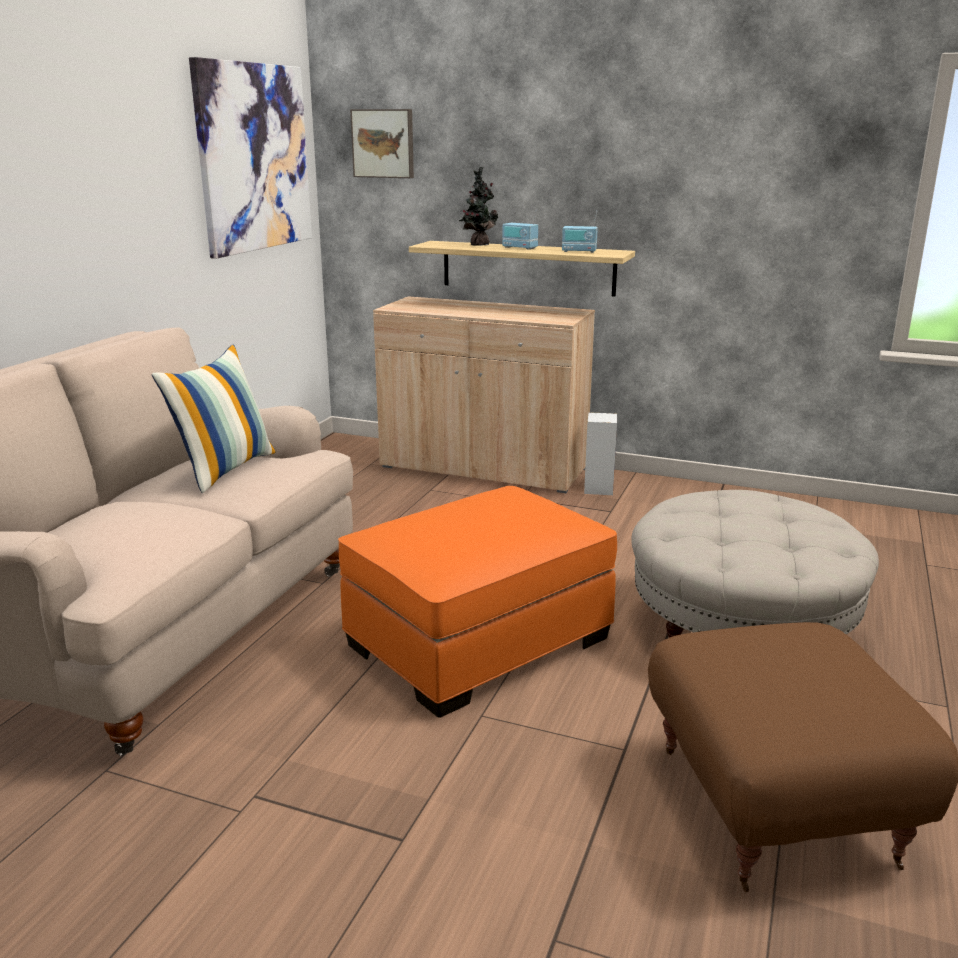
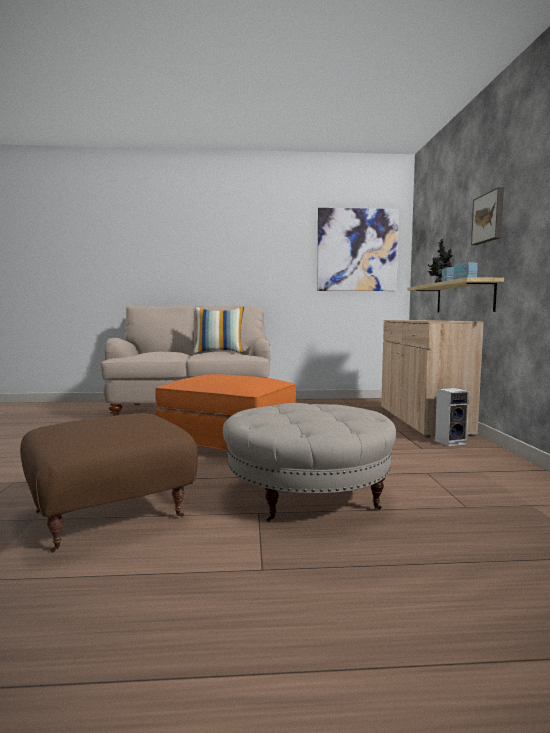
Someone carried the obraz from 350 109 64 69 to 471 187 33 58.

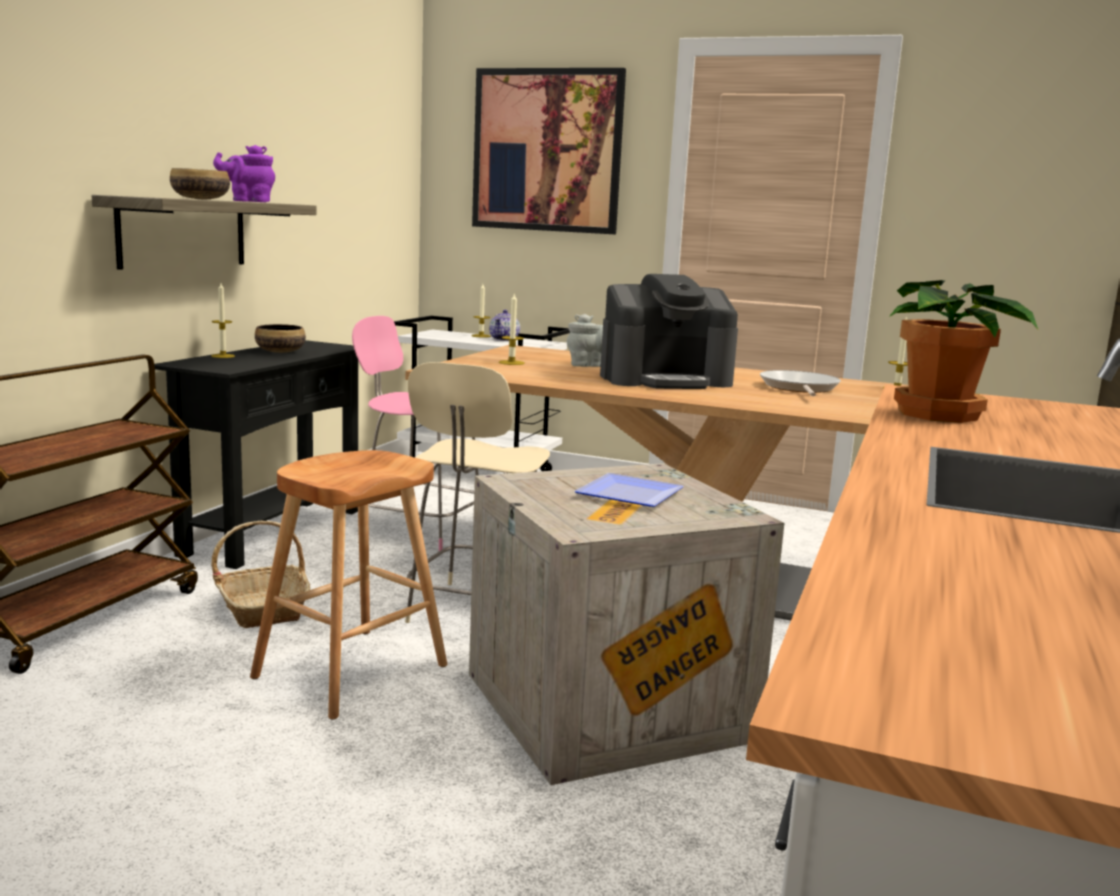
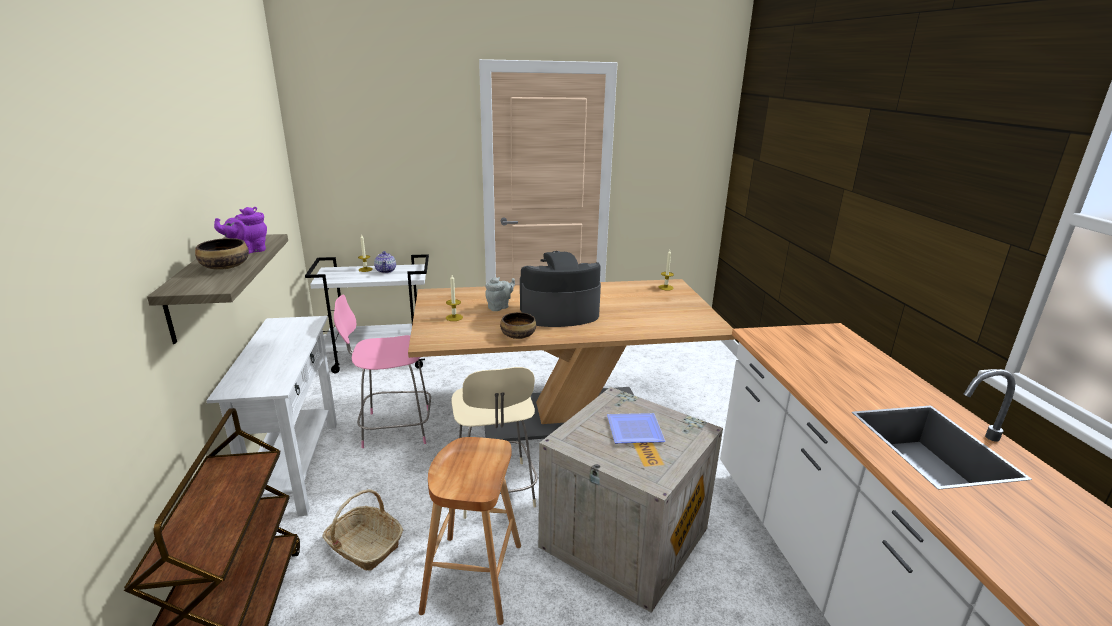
Someone took away the świeca at 211 283 24 75.
Someone took away the obraz at 472 68 154 166.
Someone took away the patelnia at 760 370 81 26.
Someone took away the roślina doniczkowa at 889 280 150 143.
Someone carried the miska from 255 324 51 29 to 500 312 36 27.
Someone repainted the stolik konsolowy (czarny) at 154 340 204 229, which became the stolik konsolowy (biały) at 206 316 131 200.
Someone rotated the ekspres do kawy at 600 274 138 115 by 150 degrees counterclockwise.

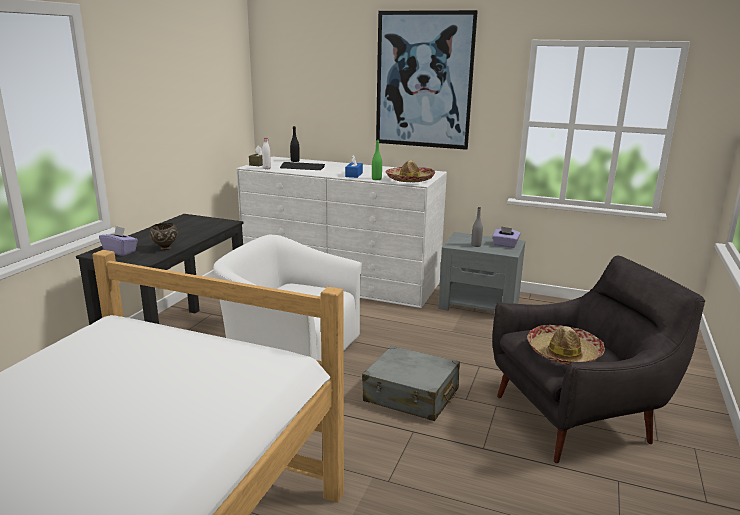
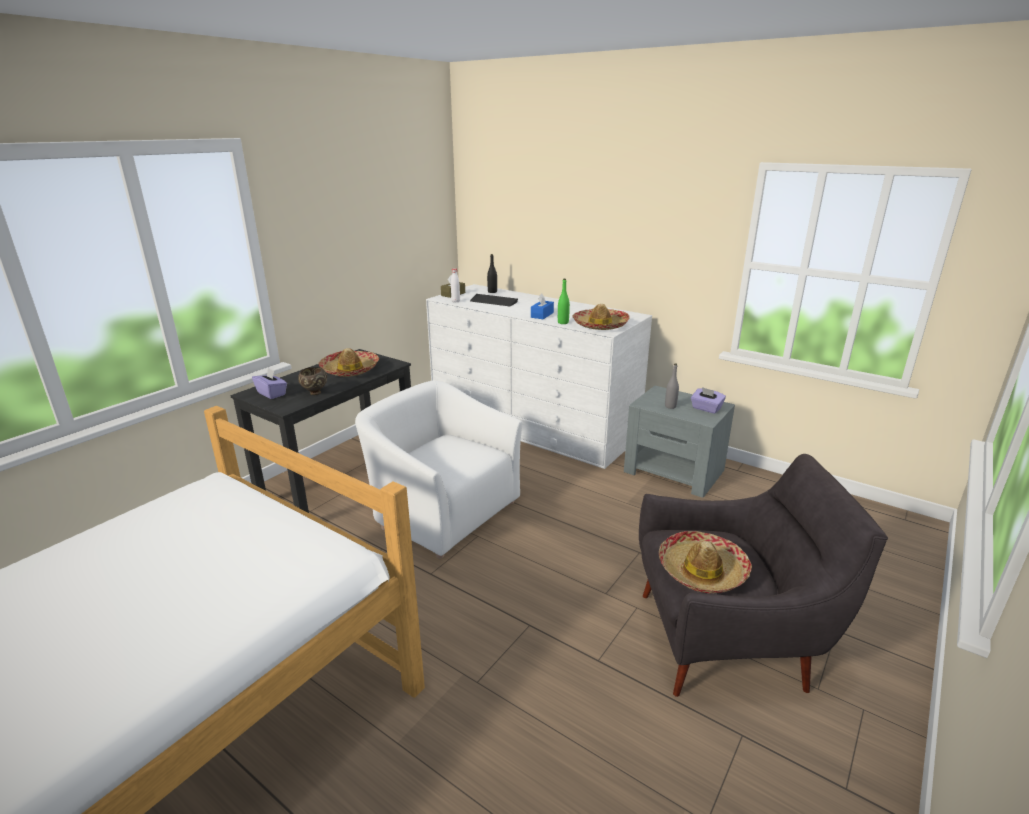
Someone took away the walizka (szary) at 362 346 98 75.
Someone took away the obraz at 376 10 102 140.
Someone put down the kapelusz at 319 348 60 29.

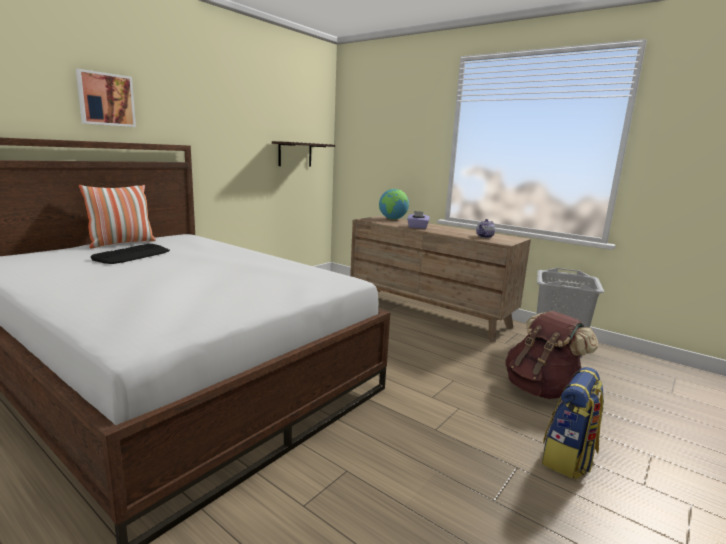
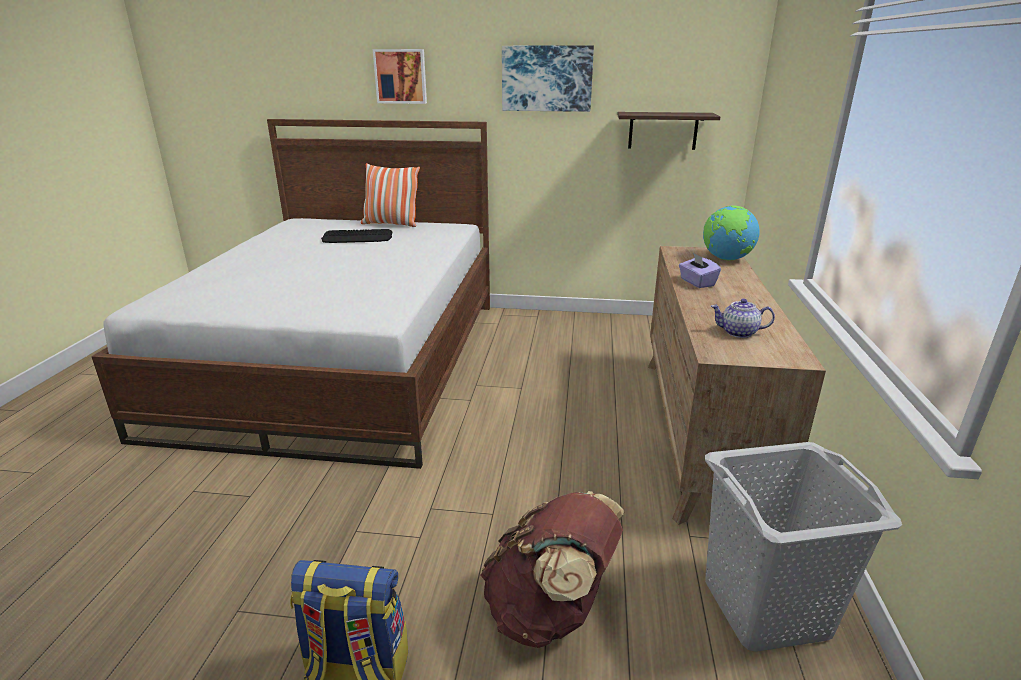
Someone put up the obraz at 502 45 92 67.

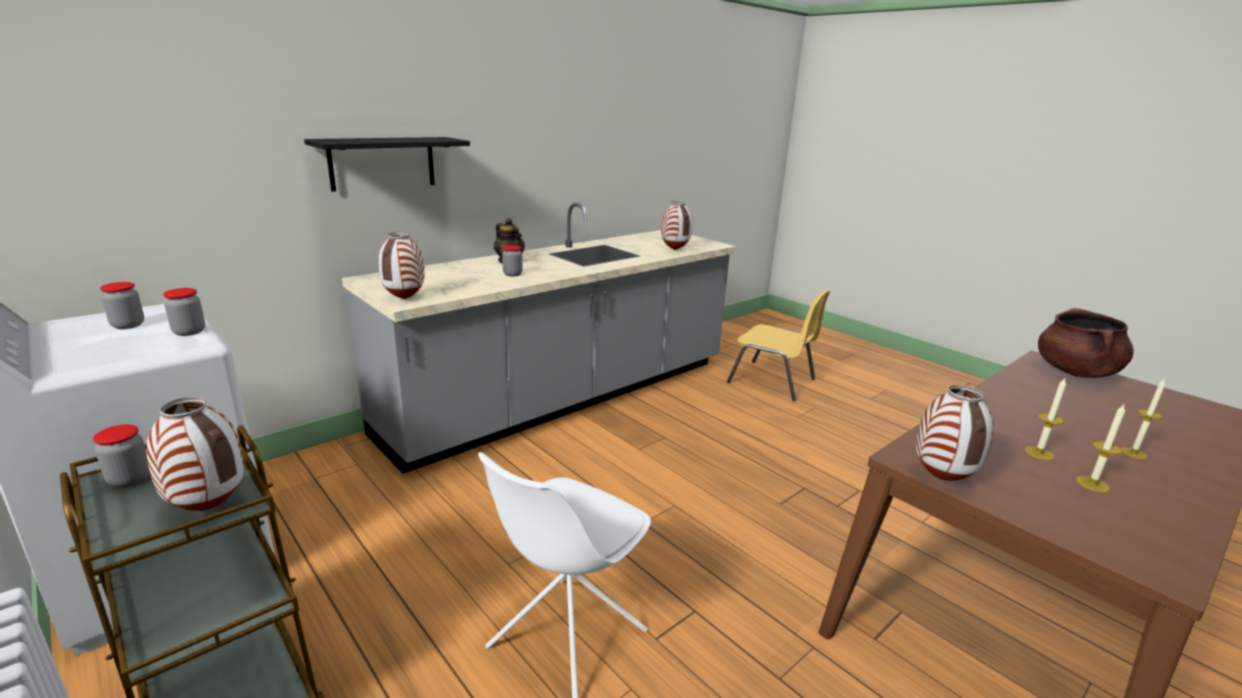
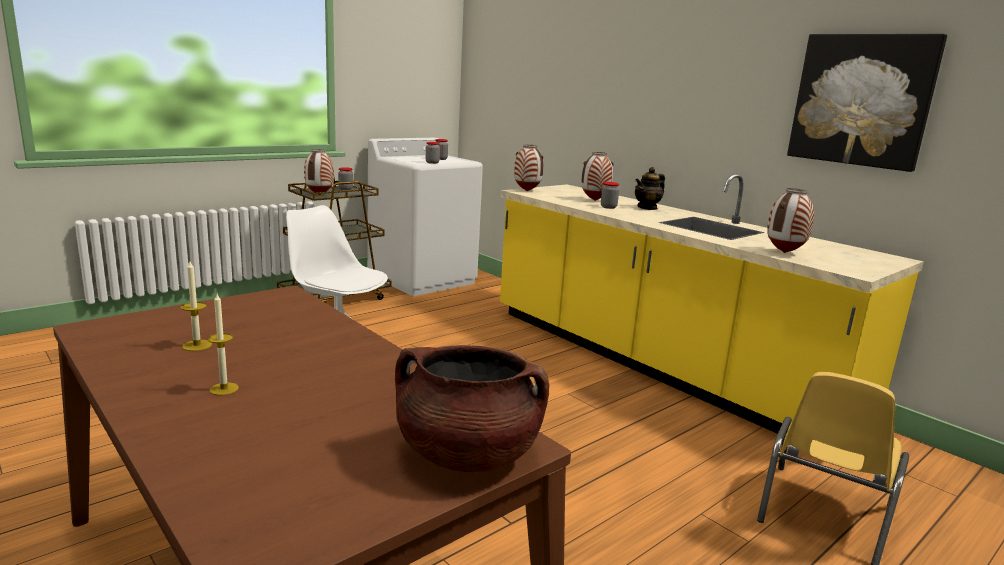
Someone took away the półka (czarny) at 304 137 166 55.
Someone took away the świeca at 1024 378 42 82.
Someone put up the obraz at 787 34 160 138.
Someone carried the wazon from 916 385 78 96 to 581 152 33 49.
Someone repainted the zabudowa kuchenna (szary) at 342 203 394 271, which became the zabudowa kuchenna (żółty) at 500 174 424 260.

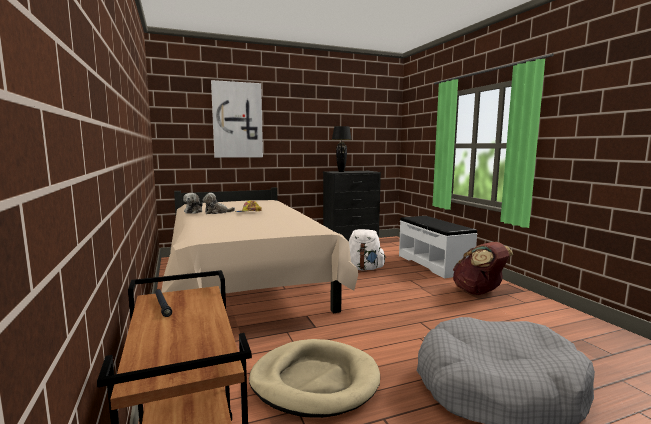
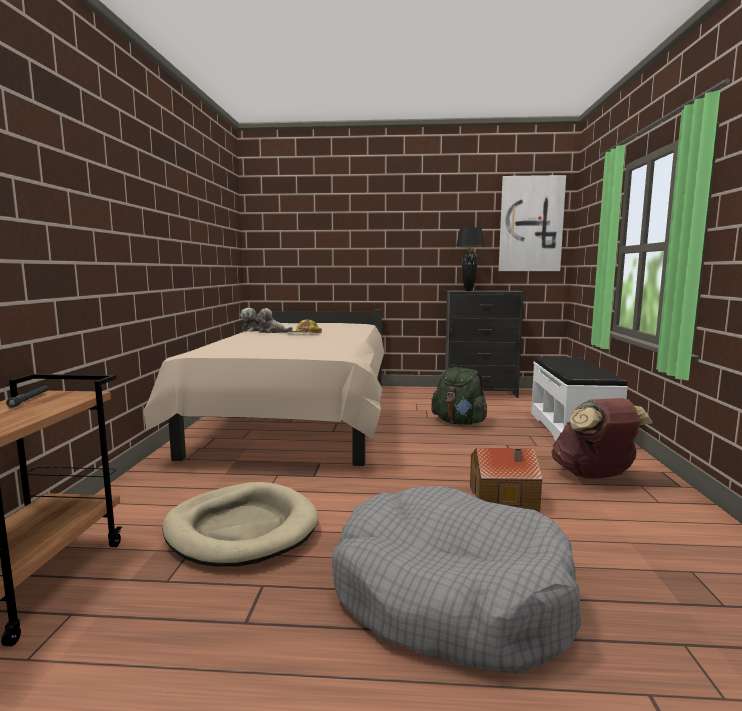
Someone put down the domek at 470 448 73 65.
Someone carried the obraz from 211 80 52 78 to 499 175 67 96.
Someone repainted the plecak (biały) at 349 229 37 41, which became the plecak (zielony) at 431 367 56 58.

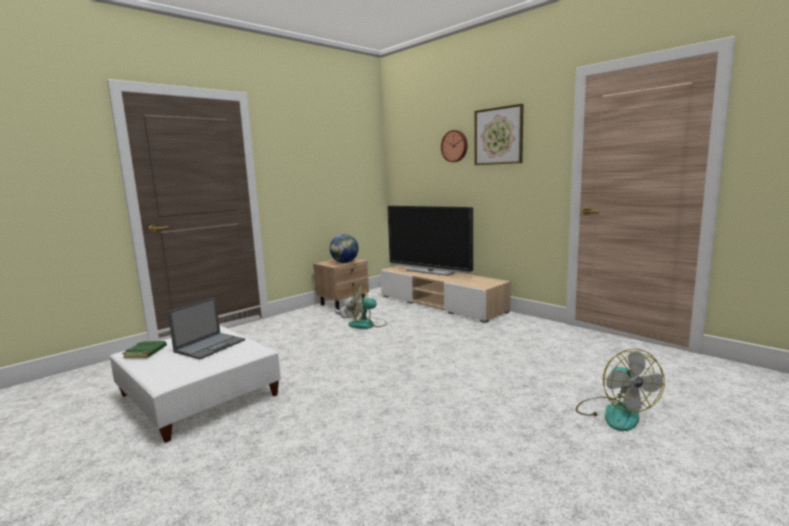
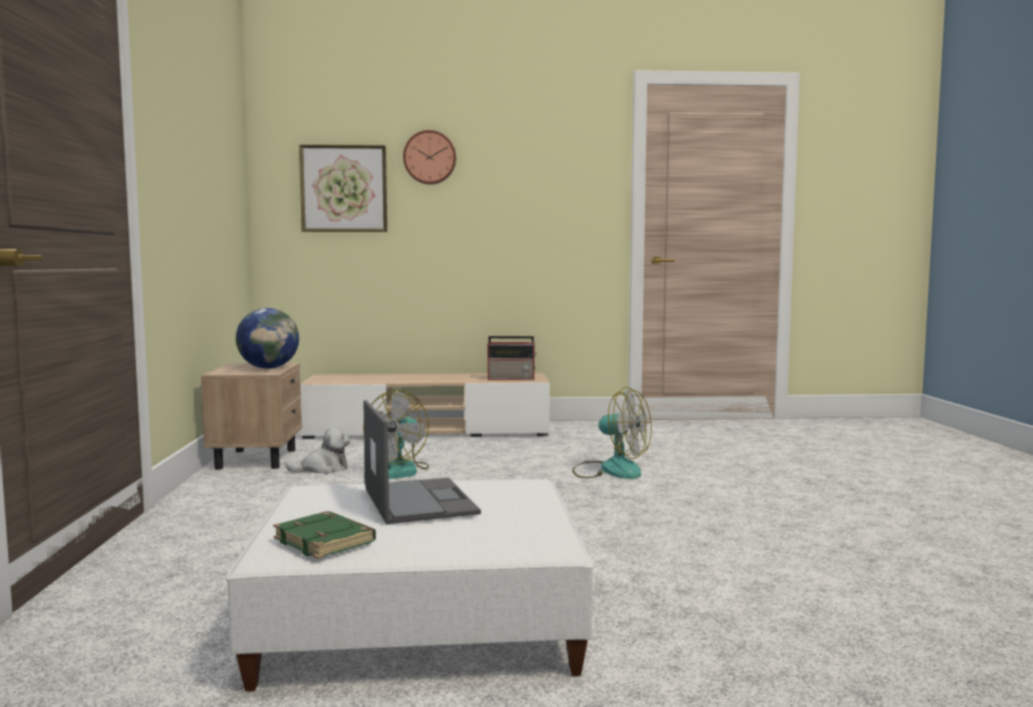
Someone took away the telewizor at 387 206 86 70.
Someone put down the radio at 488 336 49 44.
Someone carried the obraz from 474 104 50 61 to 299 145 88 87.
Someone carried the wentylator from 576 349 89 82 to 572 387 80 92.

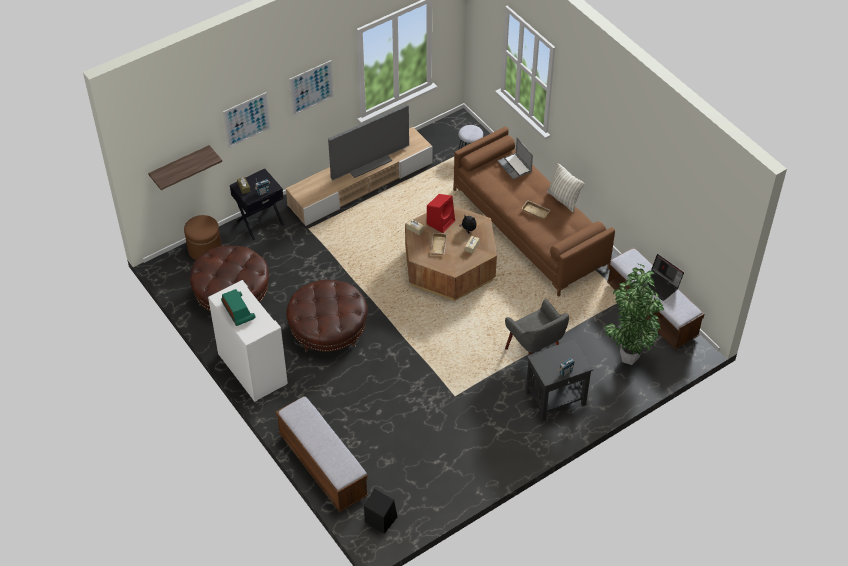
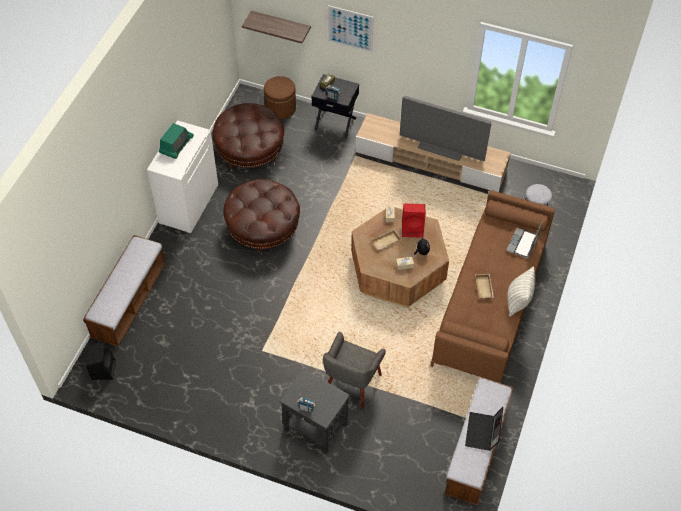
Someone took away the obraz at 289 60 45 56.
Someone took away the roślina doniczkowa at 604 264 60 101.

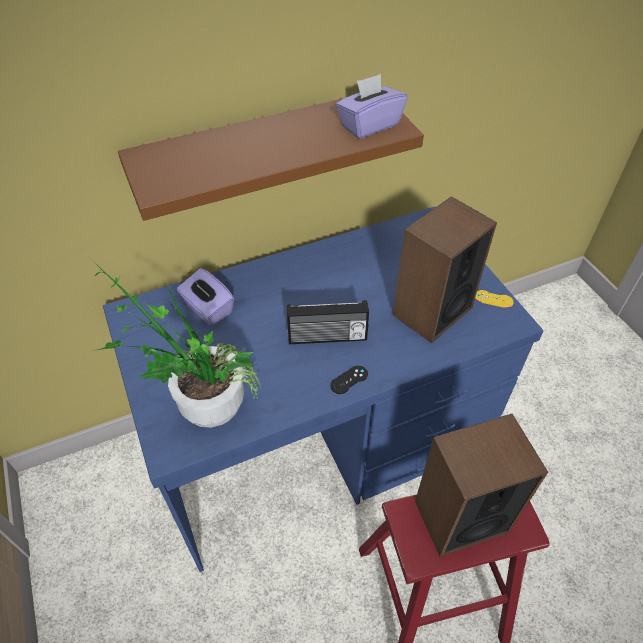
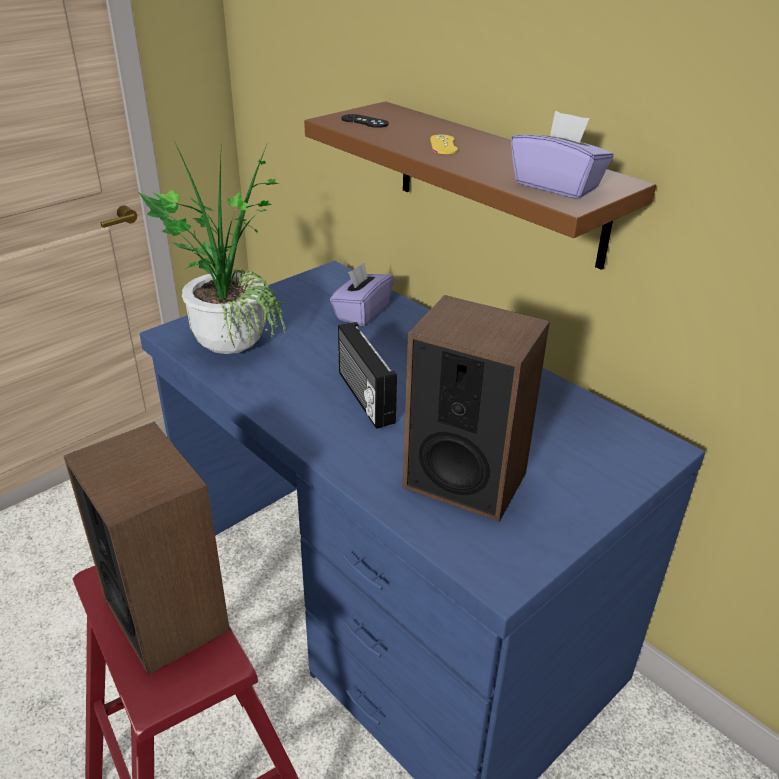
Someone carried the pad do gier (czarny) from 330 366 38 28 to 341 114 48 14.
Someone carried the pad do gier (żółty) from 475 290 39 18 to 430 135 28 19.

